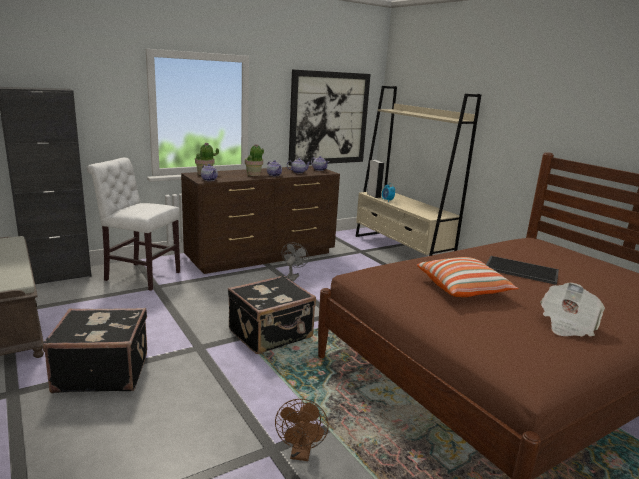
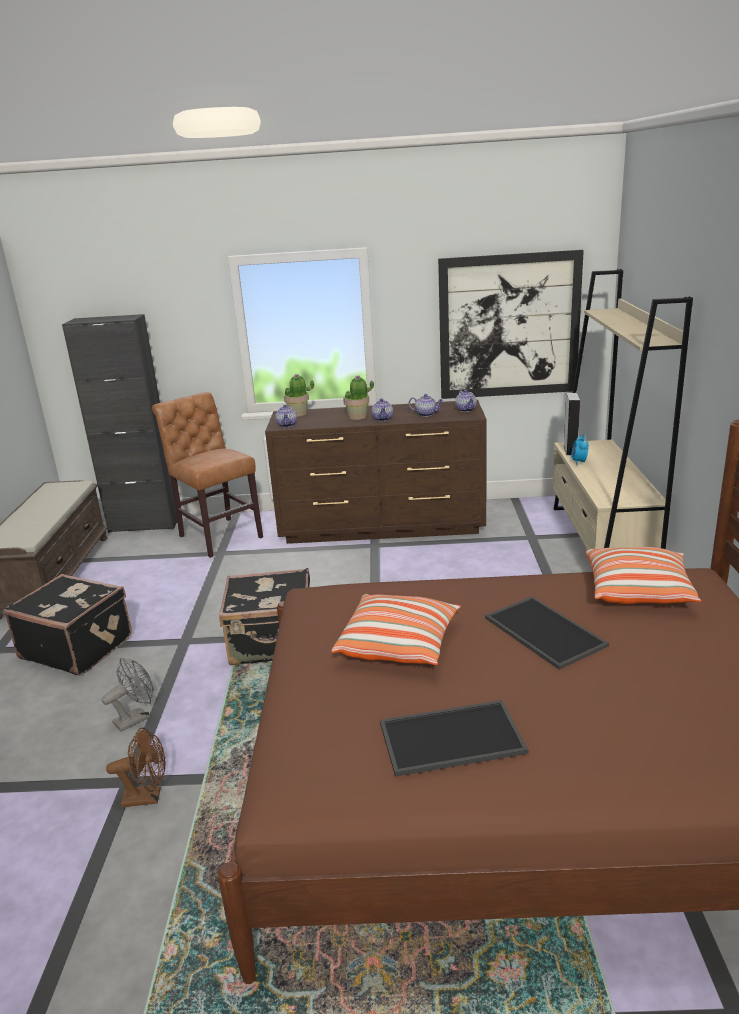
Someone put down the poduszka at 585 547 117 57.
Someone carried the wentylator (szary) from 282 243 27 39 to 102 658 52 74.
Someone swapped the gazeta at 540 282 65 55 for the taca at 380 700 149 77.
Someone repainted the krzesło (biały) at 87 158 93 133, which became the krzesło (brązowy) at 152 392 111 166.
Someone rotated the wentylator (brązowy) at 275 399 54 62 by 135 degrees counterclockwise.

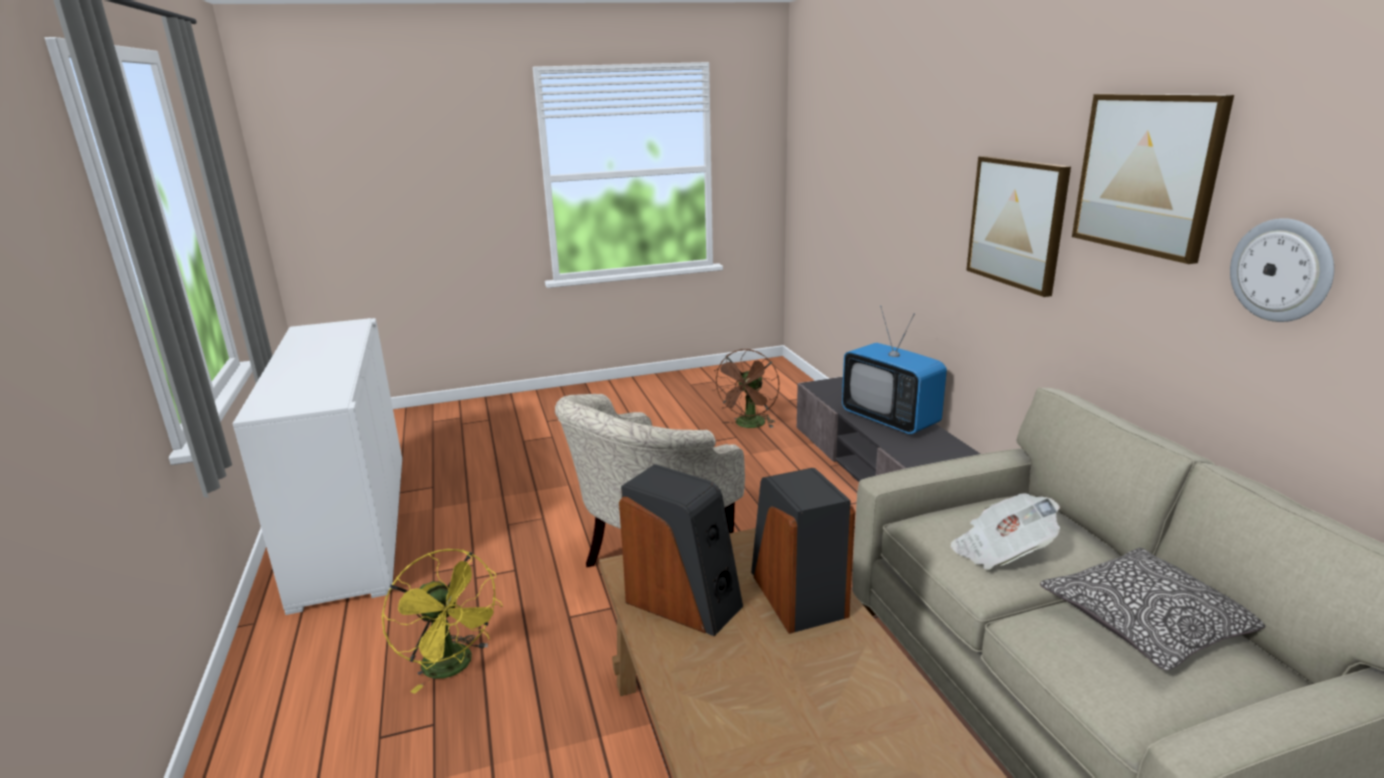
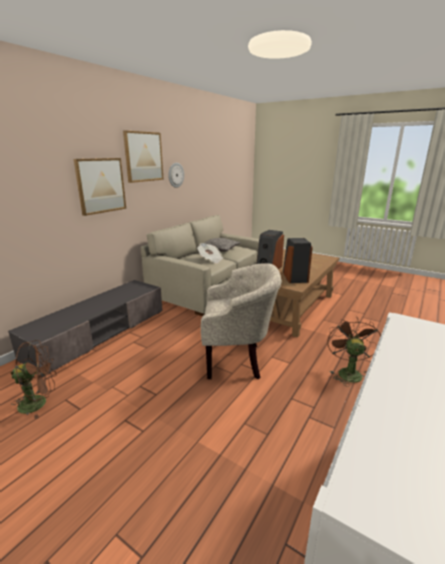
Someone took away the telewizor at 842 306 105 128.
Someone repainted the wentylator (żółty) at 381 549 122 145, which became the wentylator (brązowy) at 327 317 54 70.

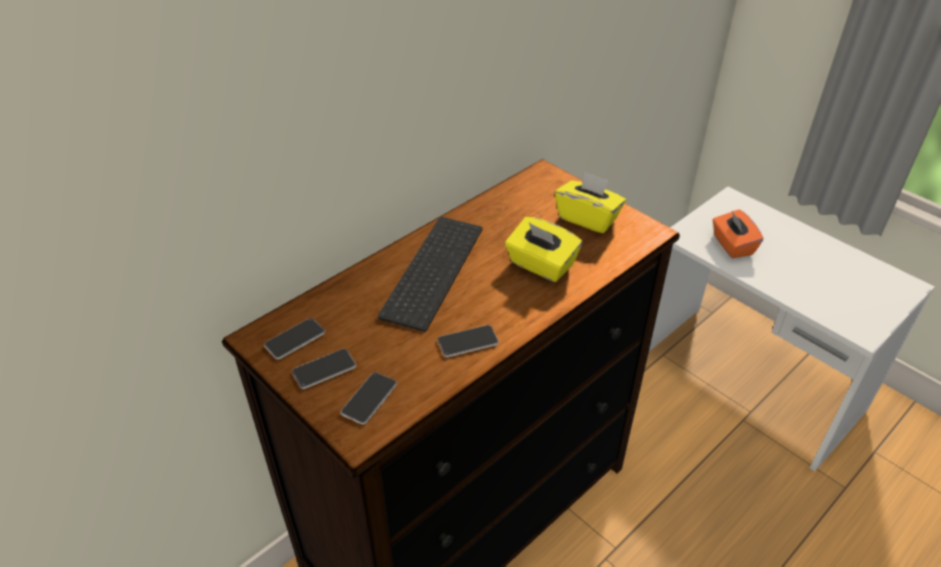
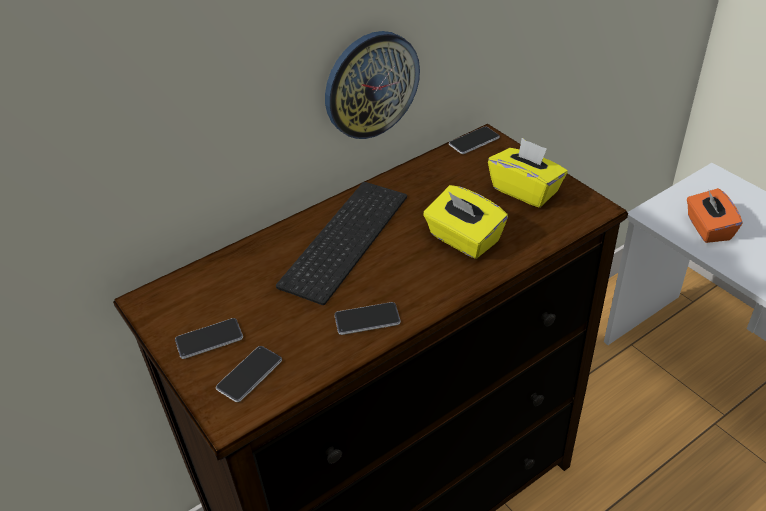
Someone put up the zegar ścienny at 325 31 95 108.
Someone carried the telefon from 264 318 61 42 to 449 127 51 27.

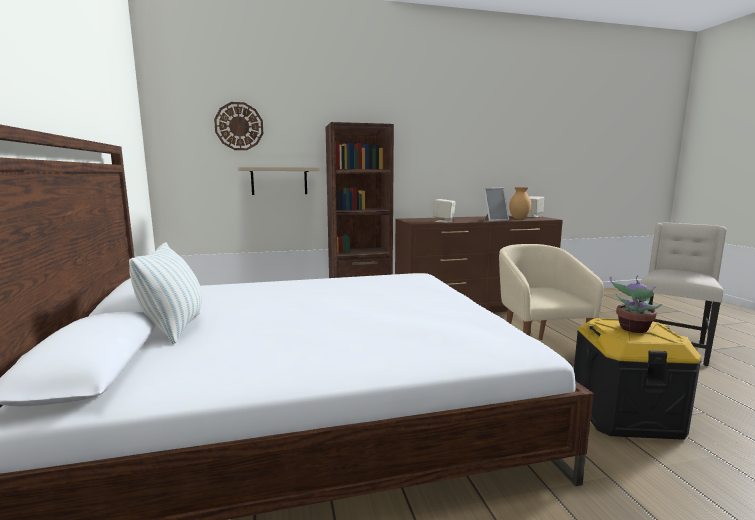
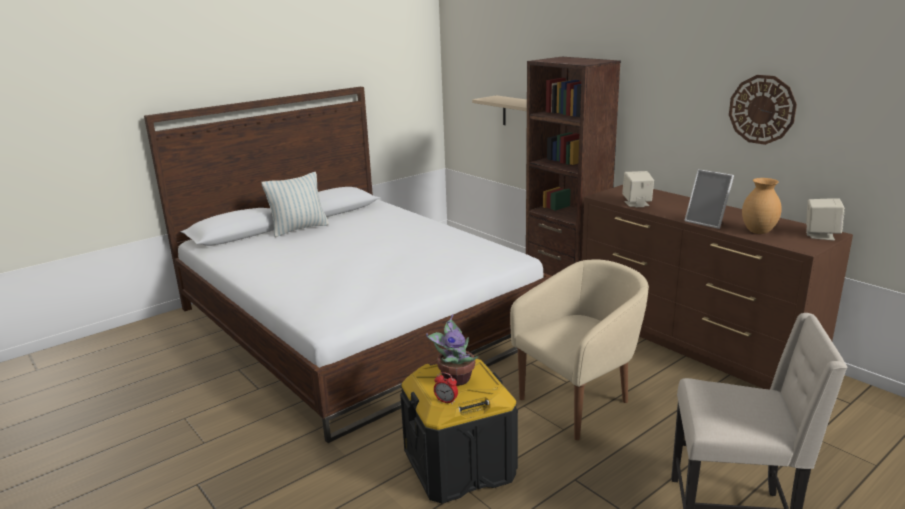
Someone put down the budzik at 434 372 24 32.
Someone carried the zegar ścienny from 214 102 49 48 to 729 75 68 70.

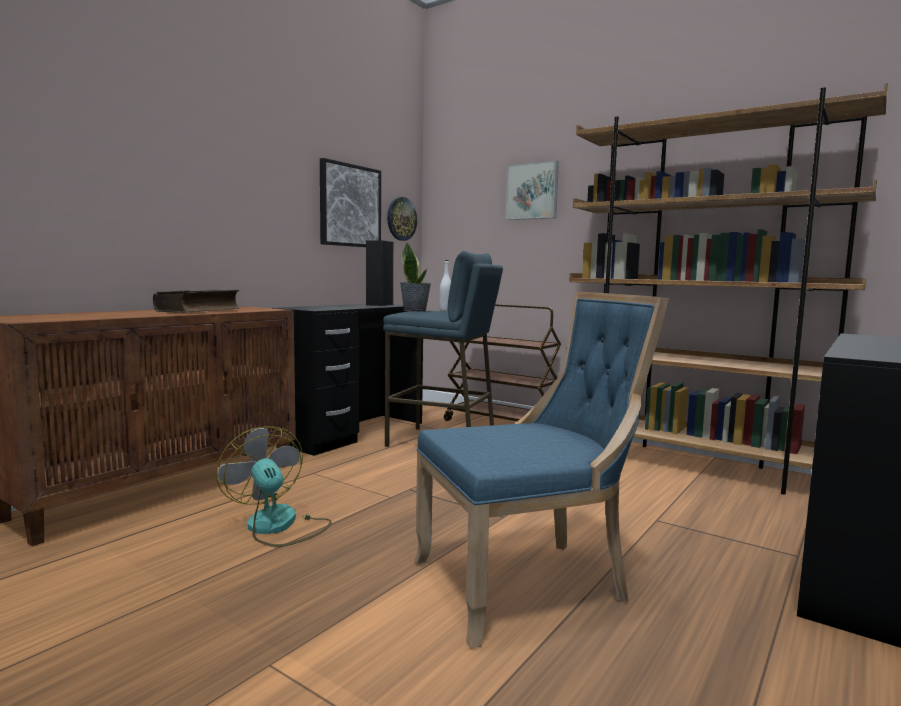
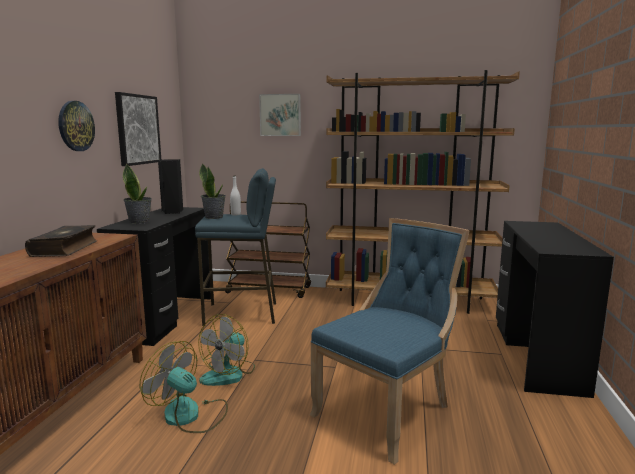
Someone put down the roślina doniczkowa at 123 164 29 60.
Someone put down the wentylator at 198 314 57 72.
Someone carried the zegar ścienny from 387 197 30 44 to 58 101 37 50.

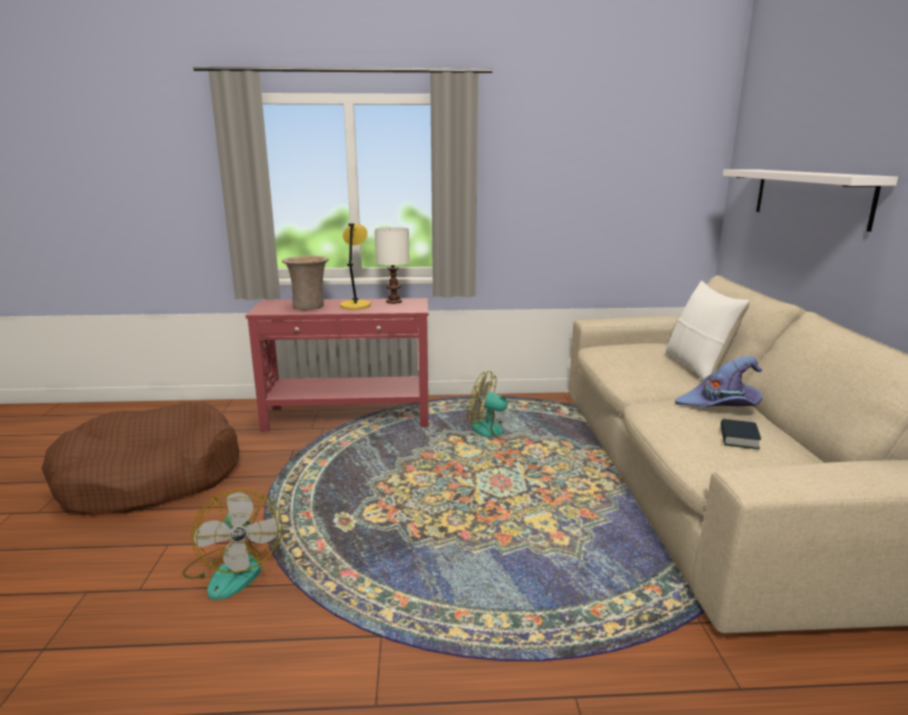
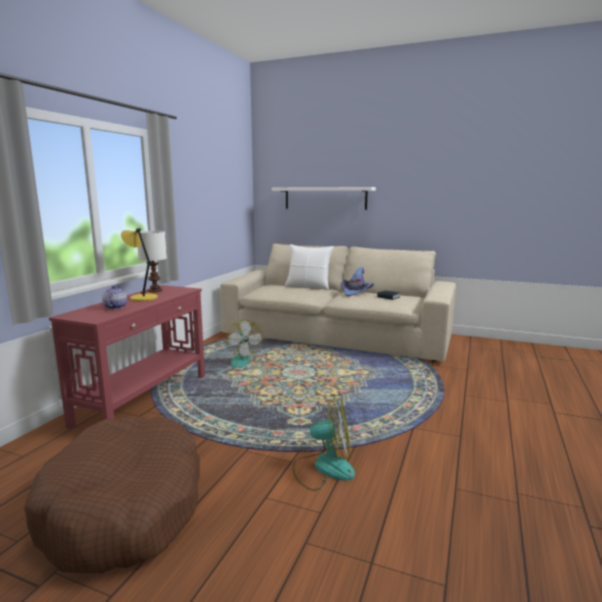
Someone swapped the wazon (beżowy) at 282 256 47 54 for the imbryk at 102 285 25 24.
Someone rotated the wentylator at 467 371 45 69 by 75 degrees counterclockwise.

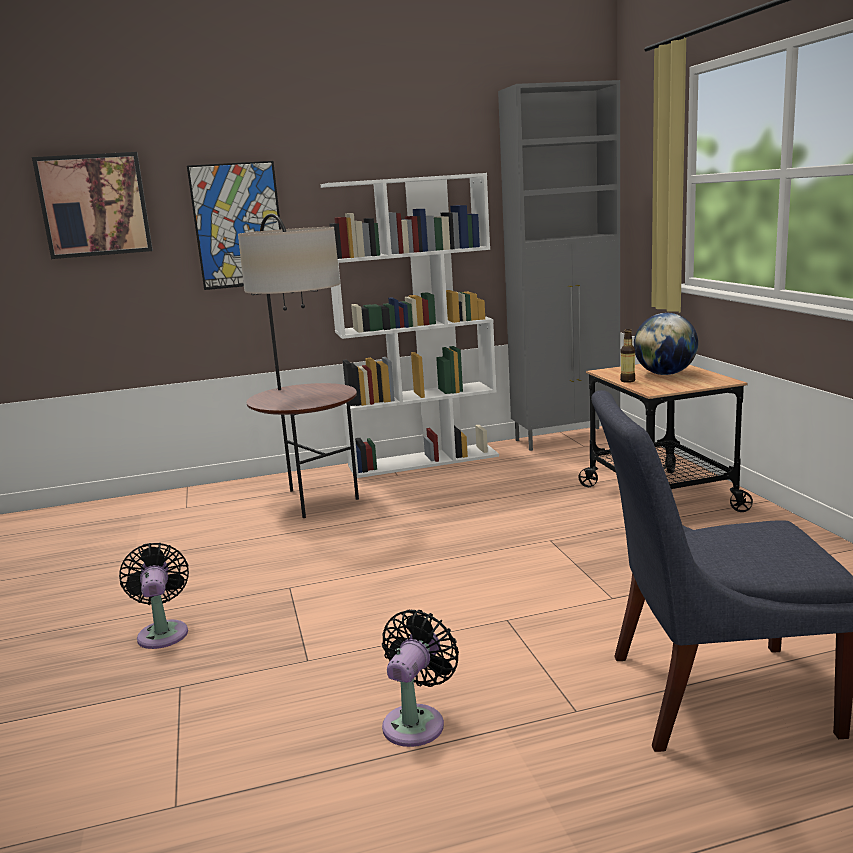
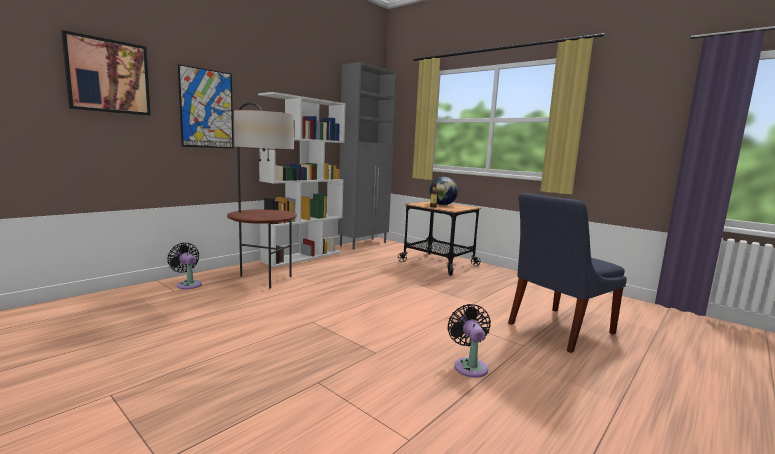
Someone carried the wentylator (czarny) from 119 543 70 106 to 167 243 35 46.

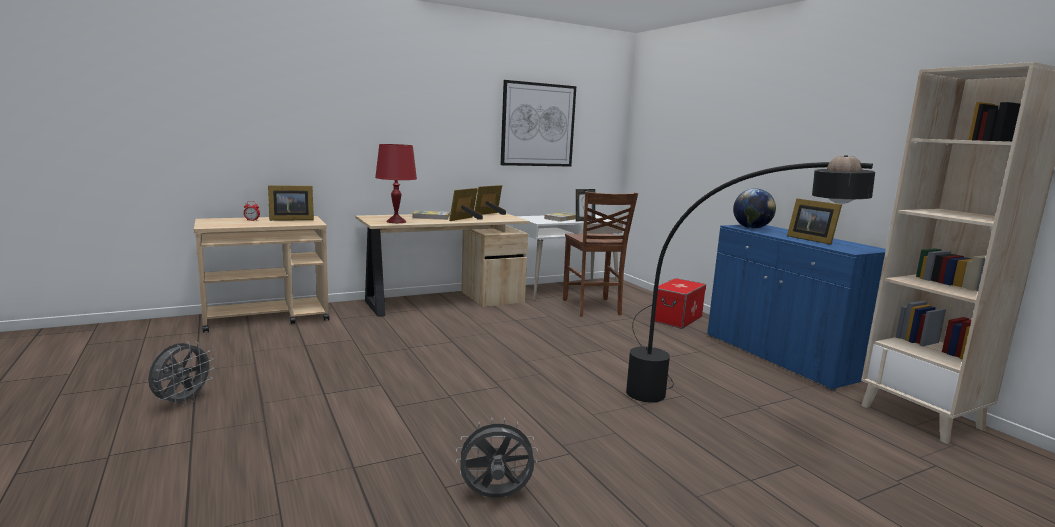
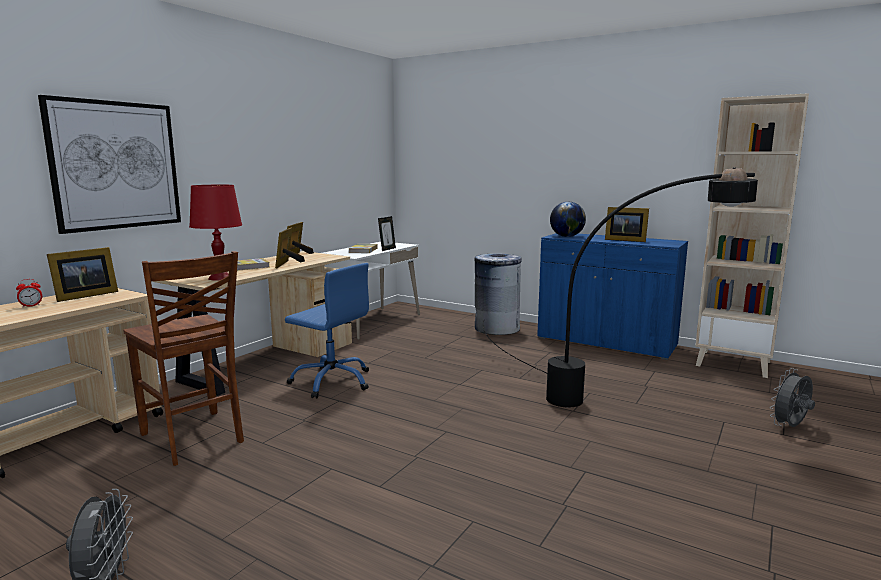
Someone put down the krzesło biurowe (niebieski) at 285 263 84 136.
Someone carried the wentylator (szary) from 456 418 82 80 to 770 368 45 59.
Someone carried the obraz from 501 80 75 87 to 38 95 143 139.
Someone carried the krzesło (brązowy) from 563 191 75 125 to 123 251 121 215.
Someone swapped the pojemnik do przechowywania at 653 278 53 51 for the kosz na śmieci (szary) at 474 253 48 82.

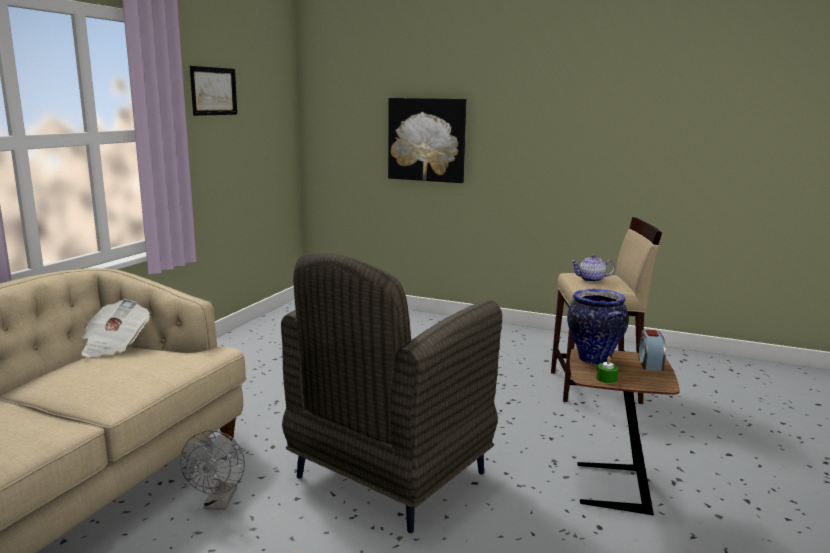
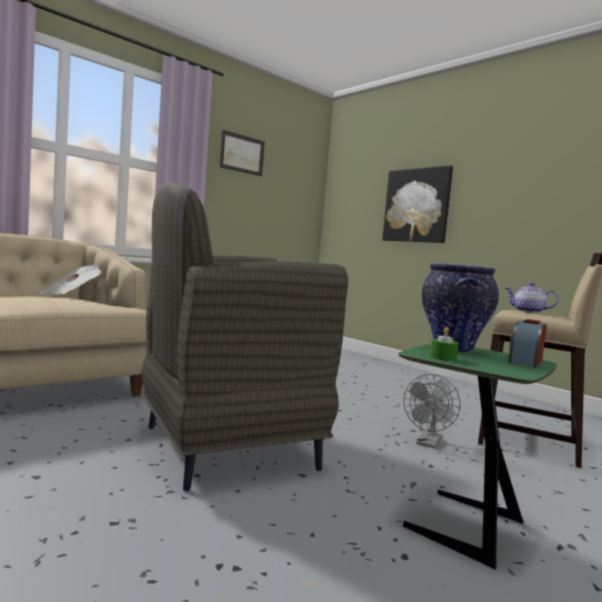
Someone carried the wentylator (szary) from 180 430 65 80 to 403 374 58 74.
Someone repainted the stolik (brązowy) at 570 348 110 167, which became the stolik (zielony) at 399 344 158 226.

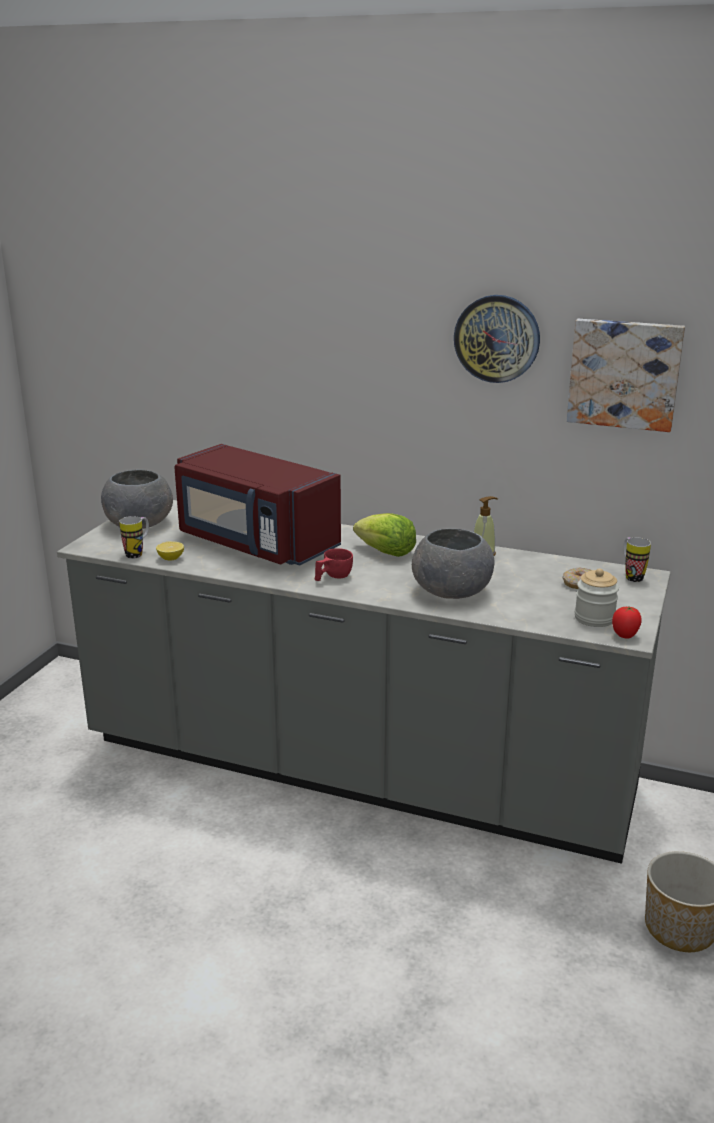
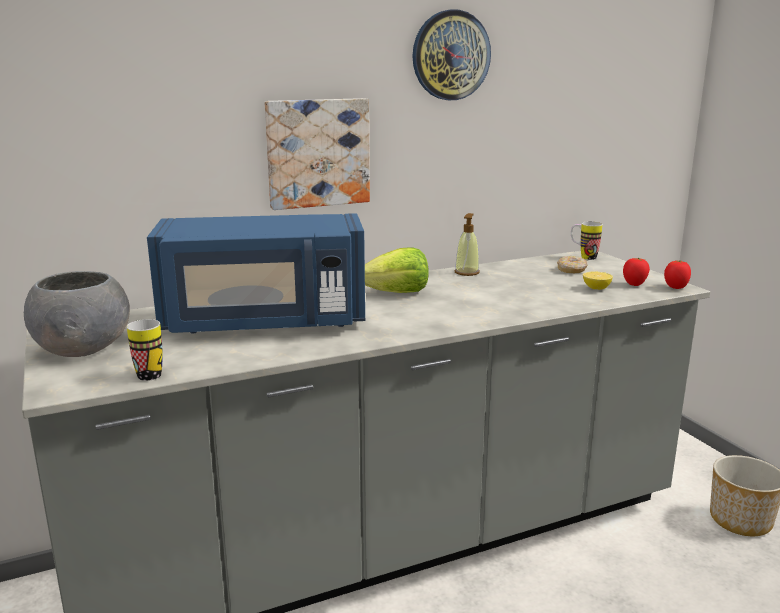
Someone took away the filiżanka (czerwony) at 315 548 38 33.
Someone took away the miska (szary) at 412 528 83 71.
Someone carried the cytryna from 156 541 28 20 to 583 271 30 19.
Someone carried the obraz from 567 319 118 113 to 265 98 105 112.
Someone swapped the słoik at 575 568 44 59 for the pomidor at 623 258 27 28.
Someone repainted the mikrofalówka (czerwony) at 174 444 167 121, which became the mikrofalówka (niebieski) at 147 213 218 121.

